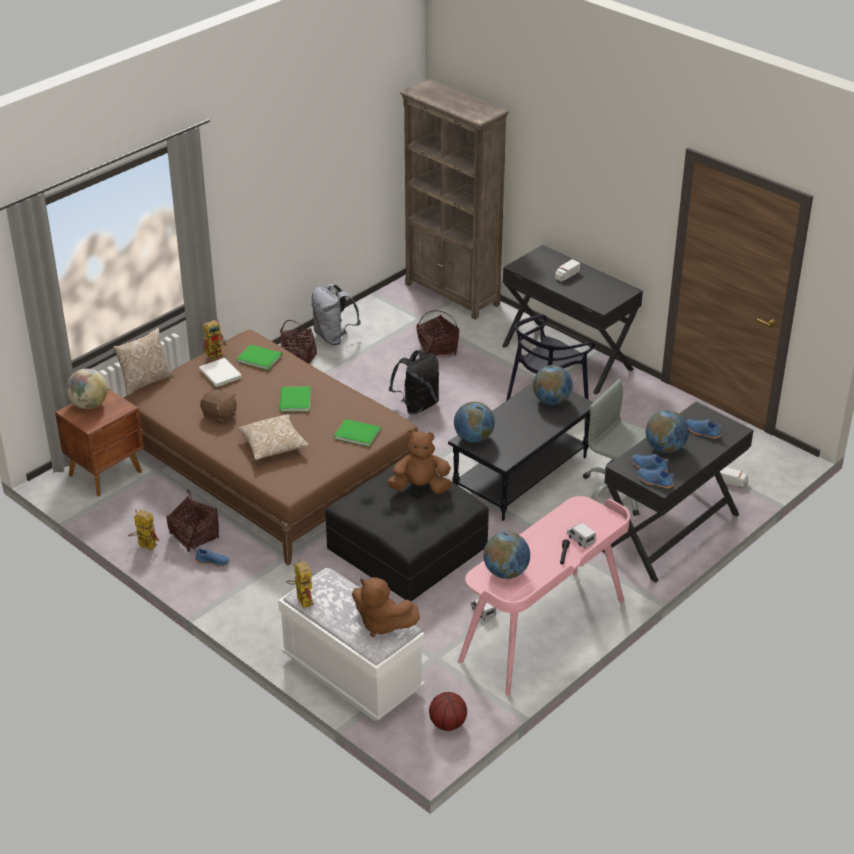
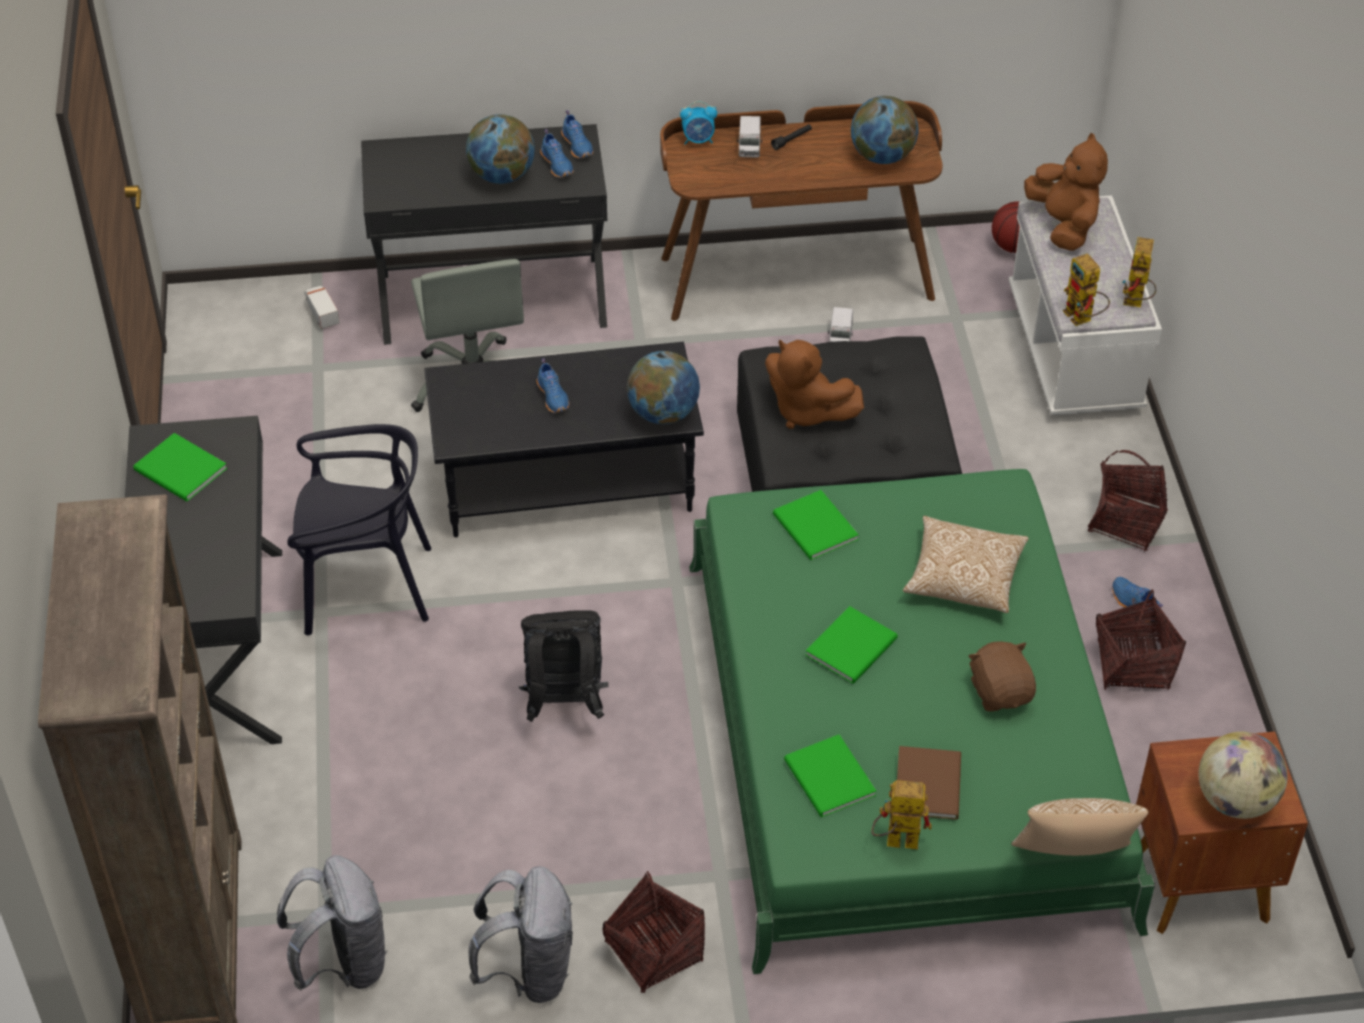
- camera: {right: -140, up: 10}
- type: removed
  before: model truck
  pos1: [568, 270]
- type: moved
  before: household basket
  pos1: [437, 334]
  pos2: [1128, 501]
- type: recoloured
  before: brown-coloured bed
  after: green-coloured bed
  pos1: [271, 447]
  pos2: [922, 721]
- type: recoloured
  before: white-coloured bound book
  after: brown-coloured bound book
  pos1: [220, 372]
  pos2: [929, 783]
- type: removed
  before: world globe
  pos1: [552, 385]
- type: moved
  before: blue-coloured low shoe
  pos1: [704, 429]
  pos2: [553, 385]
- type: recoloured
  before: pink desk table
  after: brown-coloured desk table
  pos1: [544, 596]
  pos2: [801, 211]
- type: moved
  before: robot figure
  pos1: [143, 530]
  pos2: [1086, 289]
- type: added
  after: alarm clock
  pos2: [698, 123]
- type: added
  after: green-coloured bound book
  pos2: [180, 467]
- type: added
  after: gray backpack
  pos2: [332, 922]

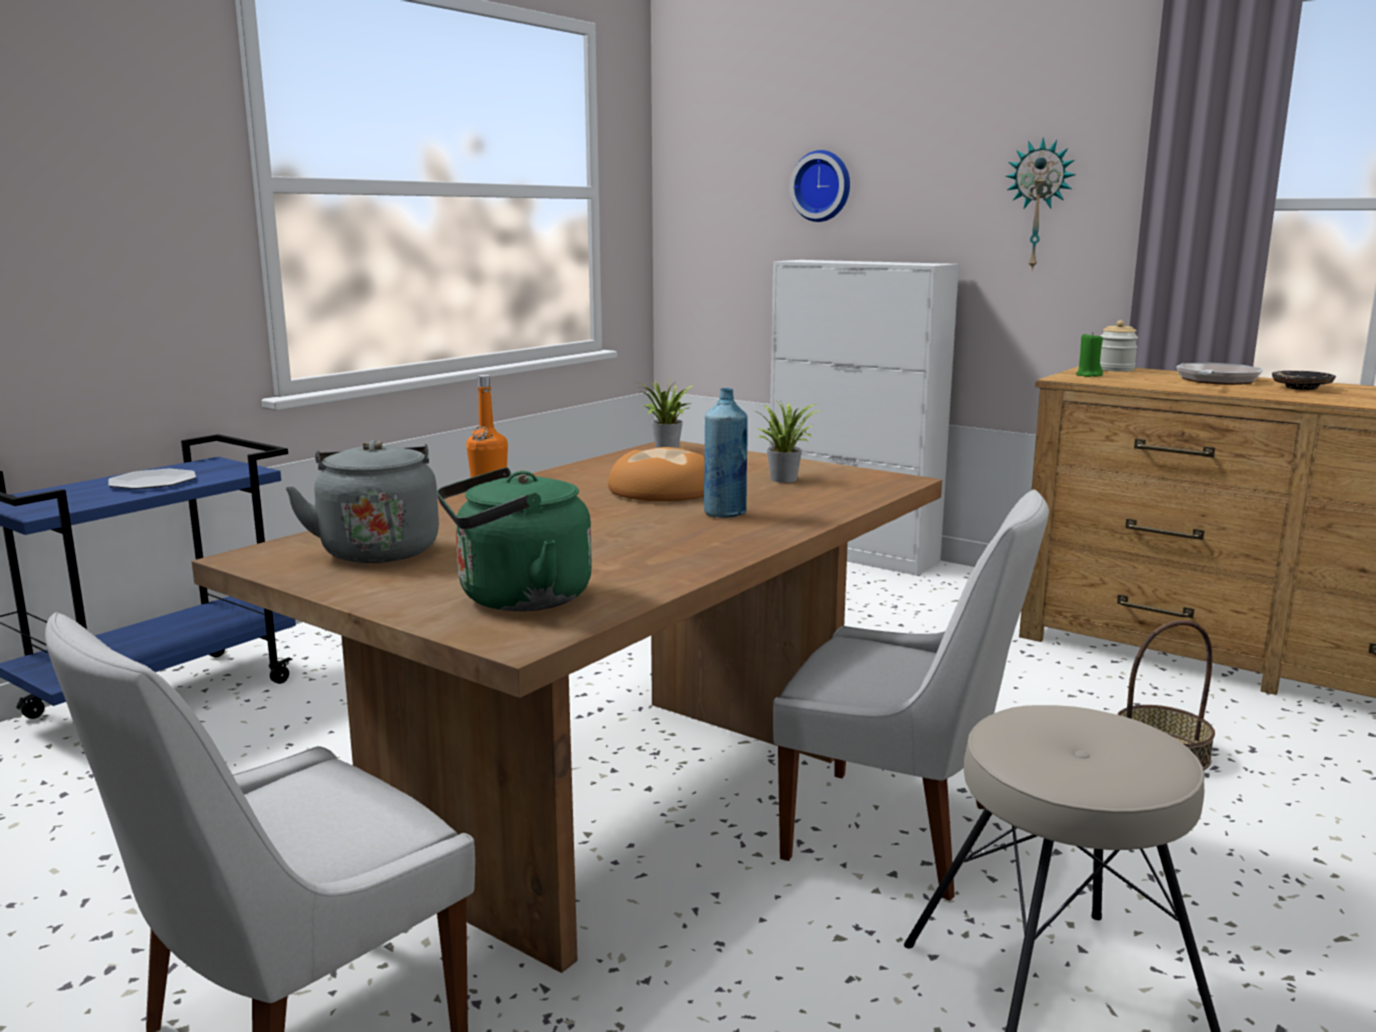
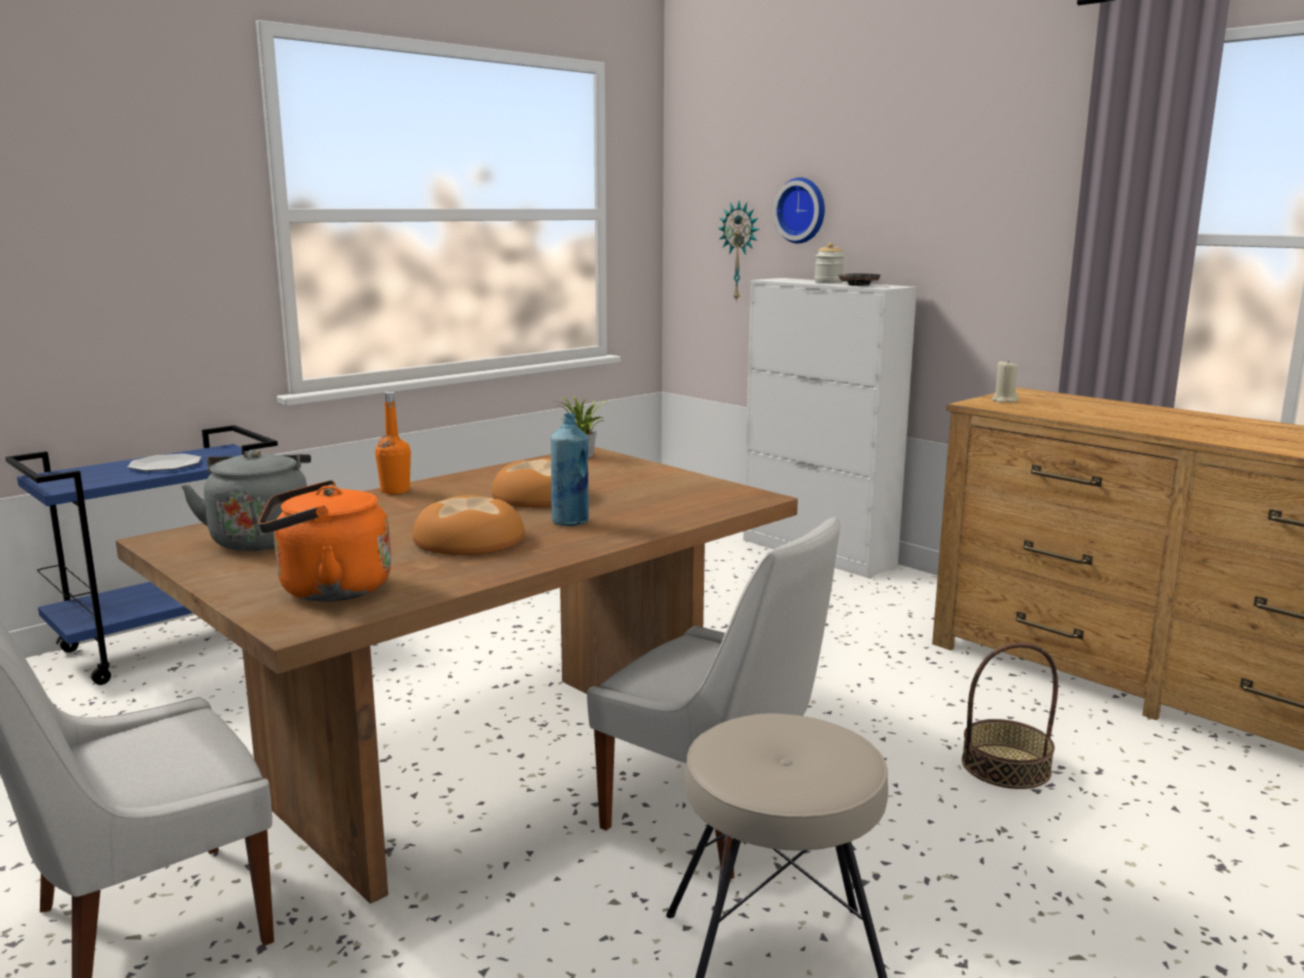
- camera: {right: 10, up: 0}
- type: moved
  before: clock on the wall
  pos1: [1040, 204]
  pos2: [738, 251]
- type: moved
  before: jar
  pos1: [1119, 346]
  pos2: [830, 262]
- type: recoloured
  before: green-coloured wax candle
  after: sand-coloured wax candle
  pos1: [1089, 354]
  pos2: [1005, 381]
- type: removed
  before: pan
  pos1: [1220, 373]
- type: moved
  before: blackish dinner plate
  pos1: [1304, 380]
  pos2: [859, 280]
- type: removed
  before: plant in a pot
  pos1: [785, 441]
- type: recoloured
  before: green-coloured water kettle
  after: orangey water kettle
  pos1: [514, 539]
  pos2: [324, 541]
- type: added
  after: bakery bread
  pos2: [469, 525]

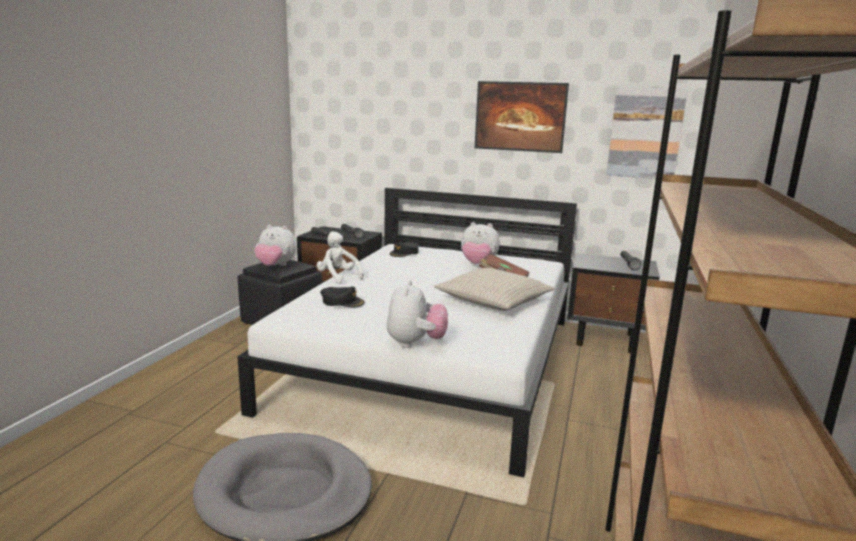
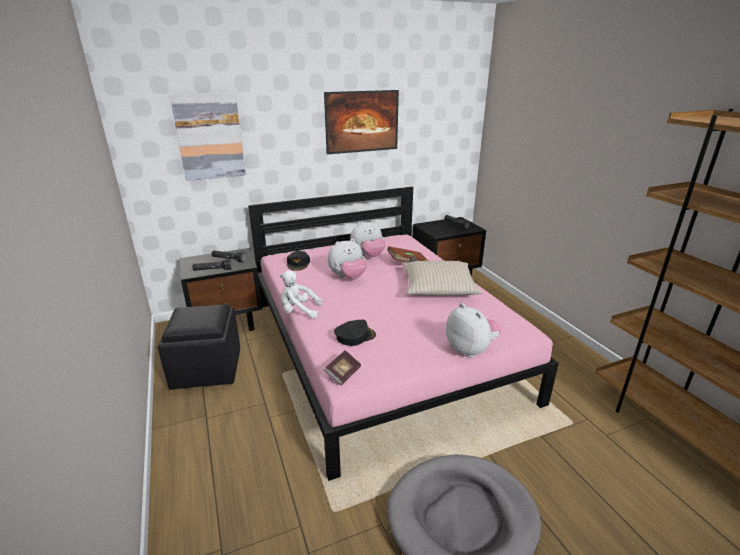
- camera: {right: -40, up: 10}
- type: moved
  before: wall art
  pos1: [647, 133]
  pos2: [208, 137]
- type: recoloured
  before: white-coloured bed
  after: pink bed
  pos1: [407, 332]
  pos2: [403, 334]
- type: moved
  before: plush toy
  pos1: [275, 245]
  pos2: [347, 259]
- type: added
  after: bound book
  pos2: [342, 367]

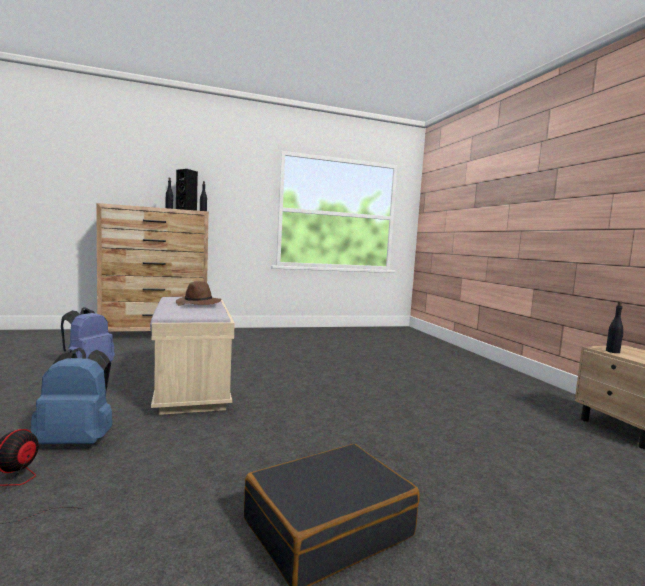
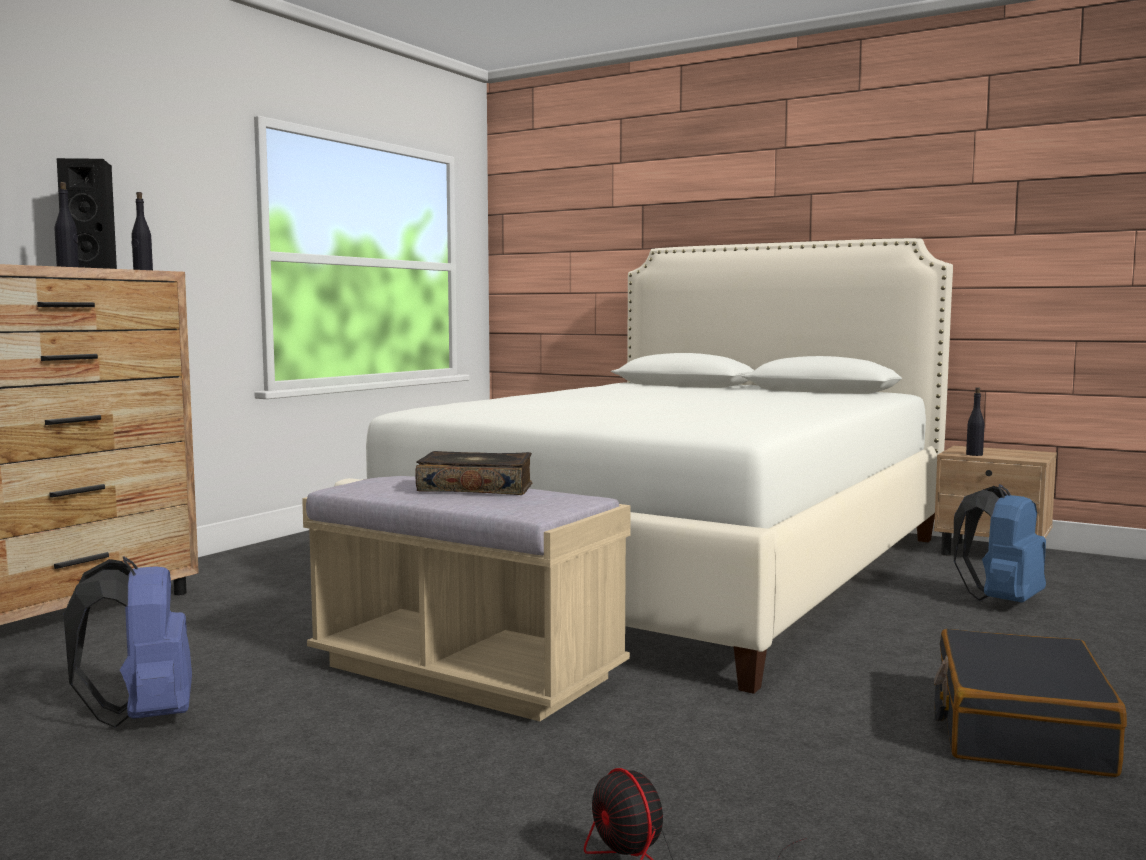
- camera: {right: -40, up: 0}
- type: replaced
  before: brown-coloured clothing hat
  after: bound book
  pos1: [198, 293]
  pos2: [473, 473]
- type: moved
  before: blue-coloured backpack
  pos1: [71, 396]
  pos2: [1000, 543]
- type: added
  after: white-coloured bed
  pos2: [643, 466]

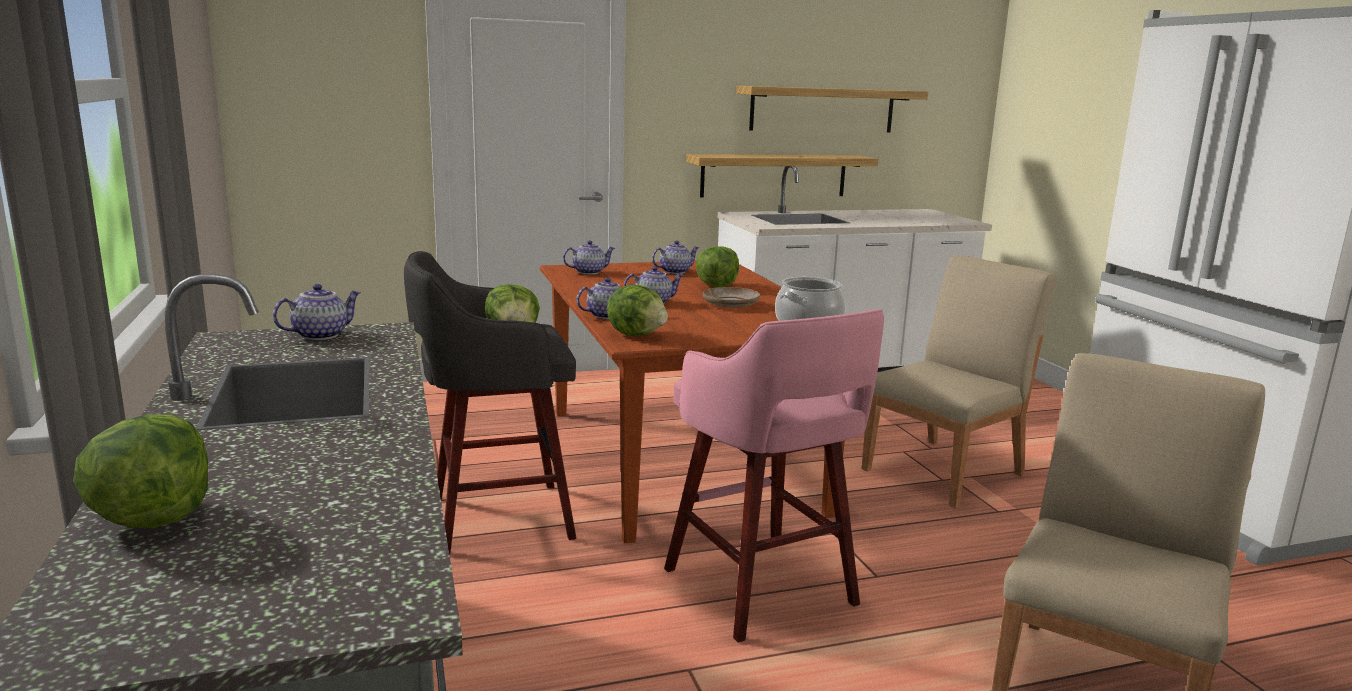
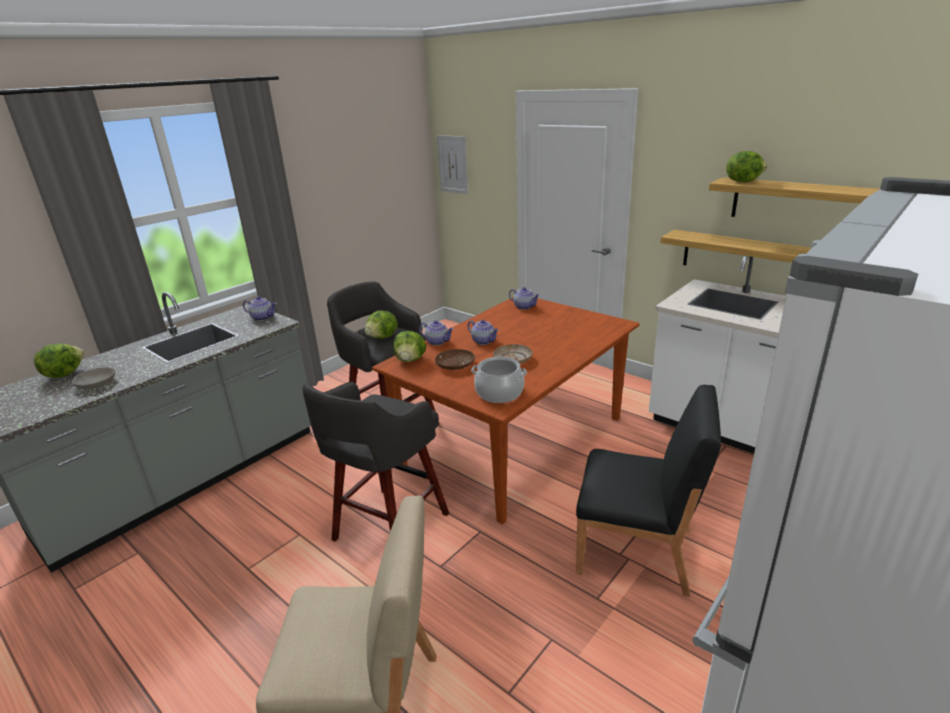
- camera: {right: 60, up: 10}
- type: removed
  before: pot for tea
  pos1: [675, 257]
- type: moved
  before: lettuce head
  pos1: [717, 266]
  pos2: [746, 166]
- type: recoloured
  before: sand-coloured chair
  after: blackish chair
  pos1: [959, 382]
  pos2: [648, 491]
- type: recoloured
  before: pink stool
  after: gray stool
  pos1: [774, 475]
  pos2: [376, 461]
- type: added
  after: wall art
  pos2: [452, 164]
- type: added
  after: brown-coloured dinner plate
  pos2: [455, 359]
- type: added
  after: gray serving bowl
  pos2: [93, 378]

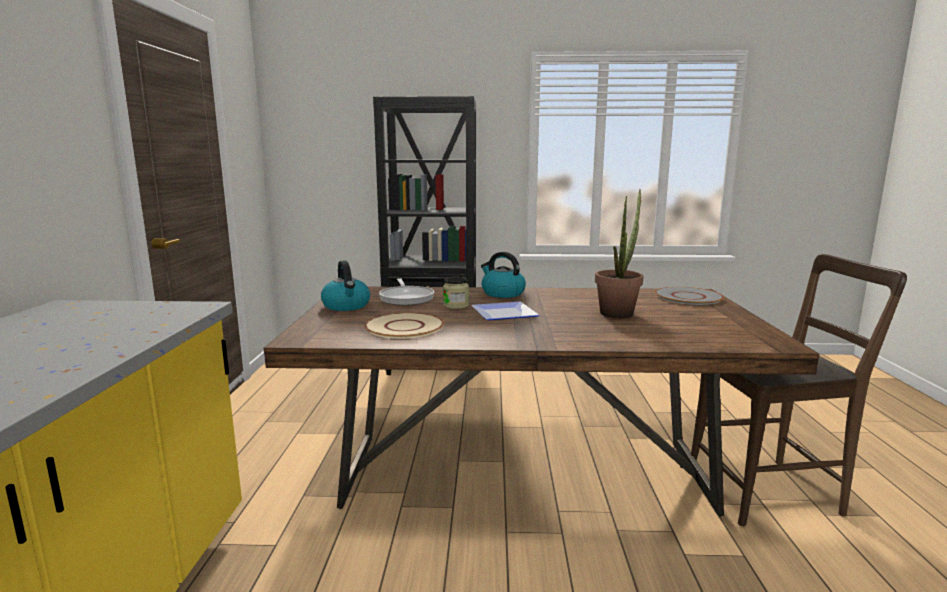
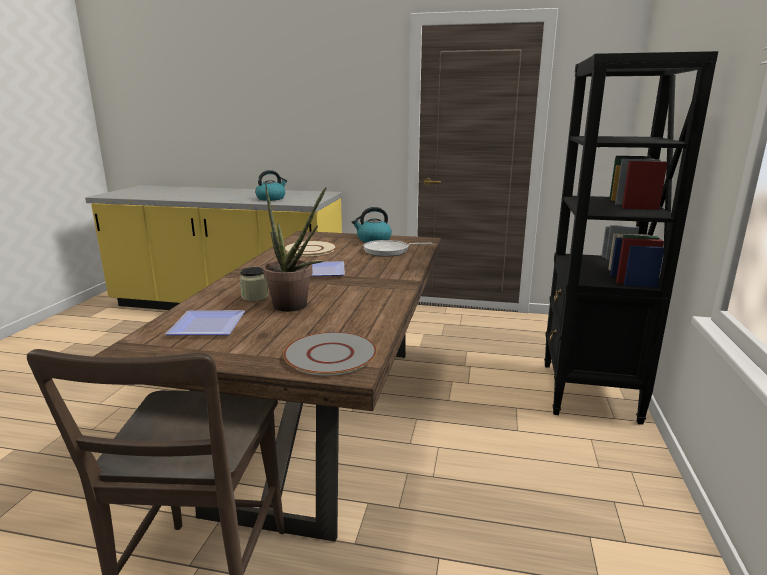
- camera: {right: 100, up: 5}
- type: moved
  before: water kettle
  pos1: [503, 275]
  pos2: [271, 185]
- type: moved
  before: jar
  pos1: [456, 293]
  pos2: [254, 284]
- type: added
  after: dinner plate
  pos2: [205, 322]

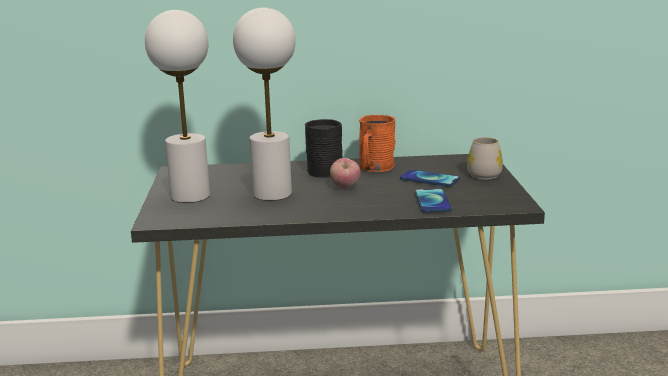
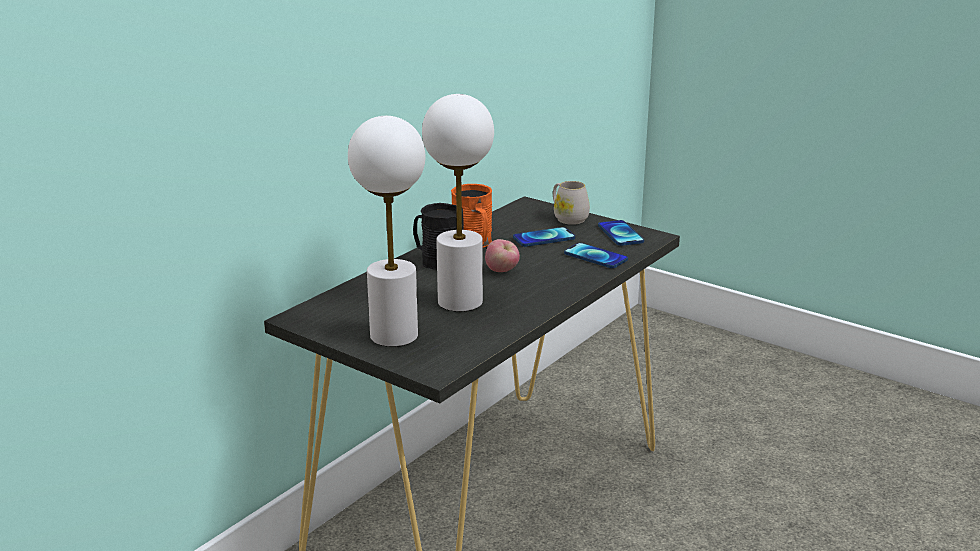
- camera: {right: -50, up: 5}
- type: added
  after: telephone
  pos2: [621, 233]

